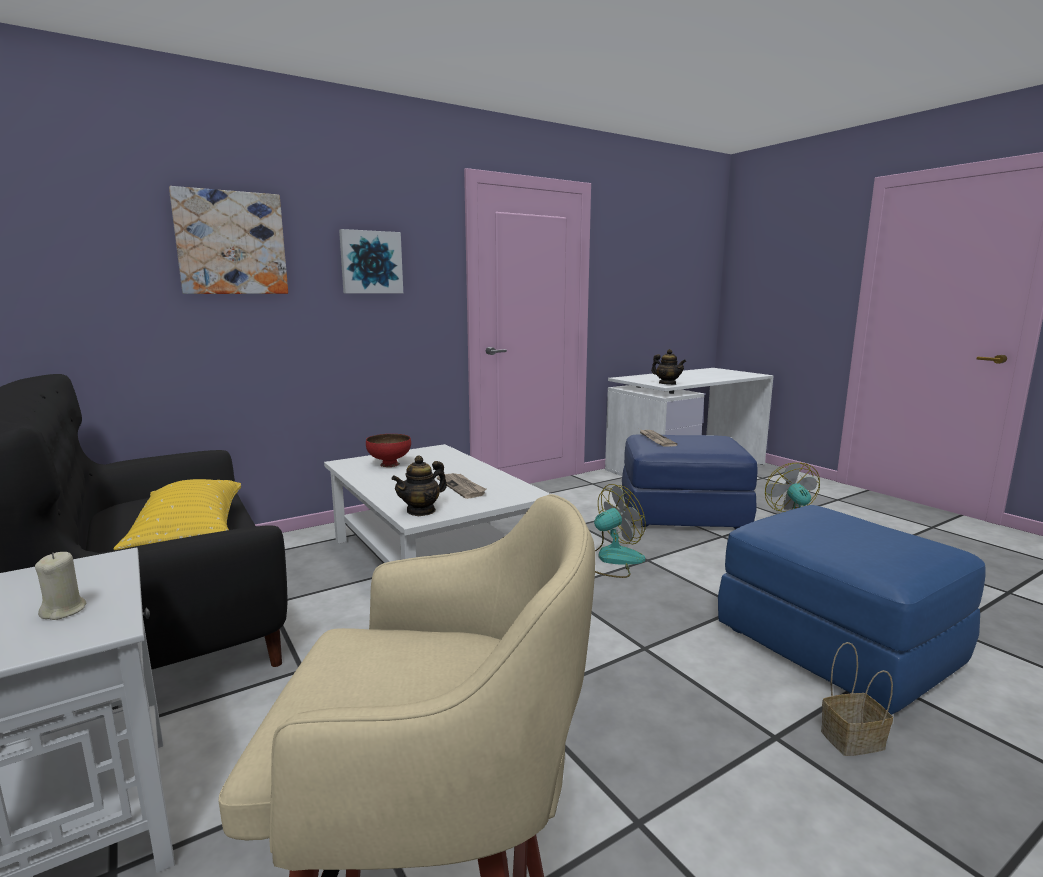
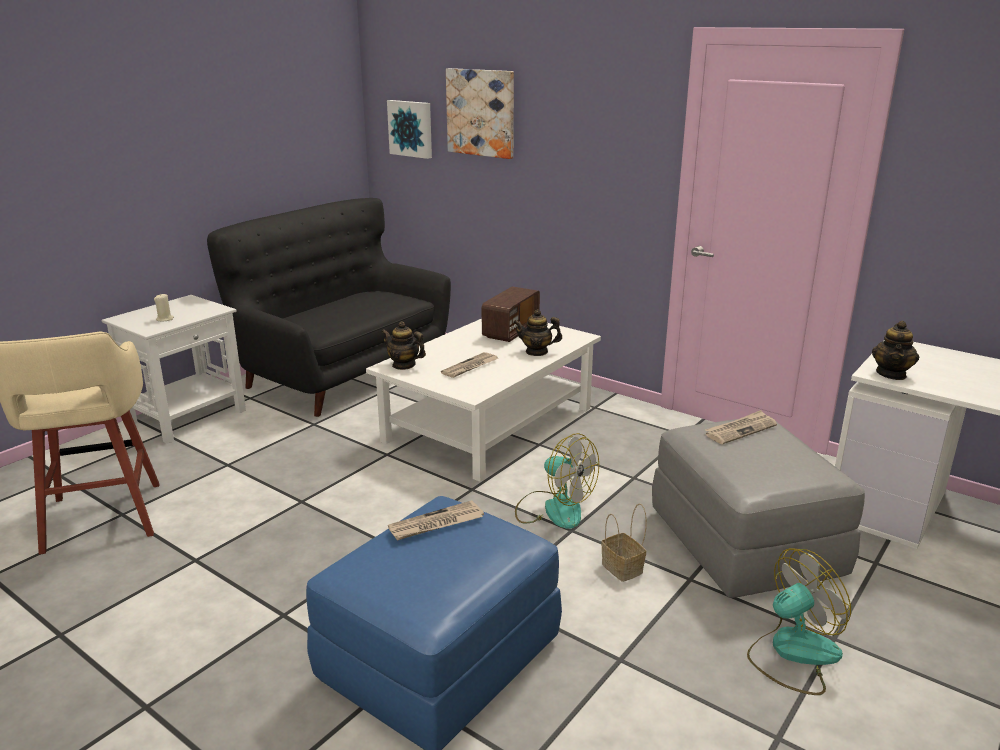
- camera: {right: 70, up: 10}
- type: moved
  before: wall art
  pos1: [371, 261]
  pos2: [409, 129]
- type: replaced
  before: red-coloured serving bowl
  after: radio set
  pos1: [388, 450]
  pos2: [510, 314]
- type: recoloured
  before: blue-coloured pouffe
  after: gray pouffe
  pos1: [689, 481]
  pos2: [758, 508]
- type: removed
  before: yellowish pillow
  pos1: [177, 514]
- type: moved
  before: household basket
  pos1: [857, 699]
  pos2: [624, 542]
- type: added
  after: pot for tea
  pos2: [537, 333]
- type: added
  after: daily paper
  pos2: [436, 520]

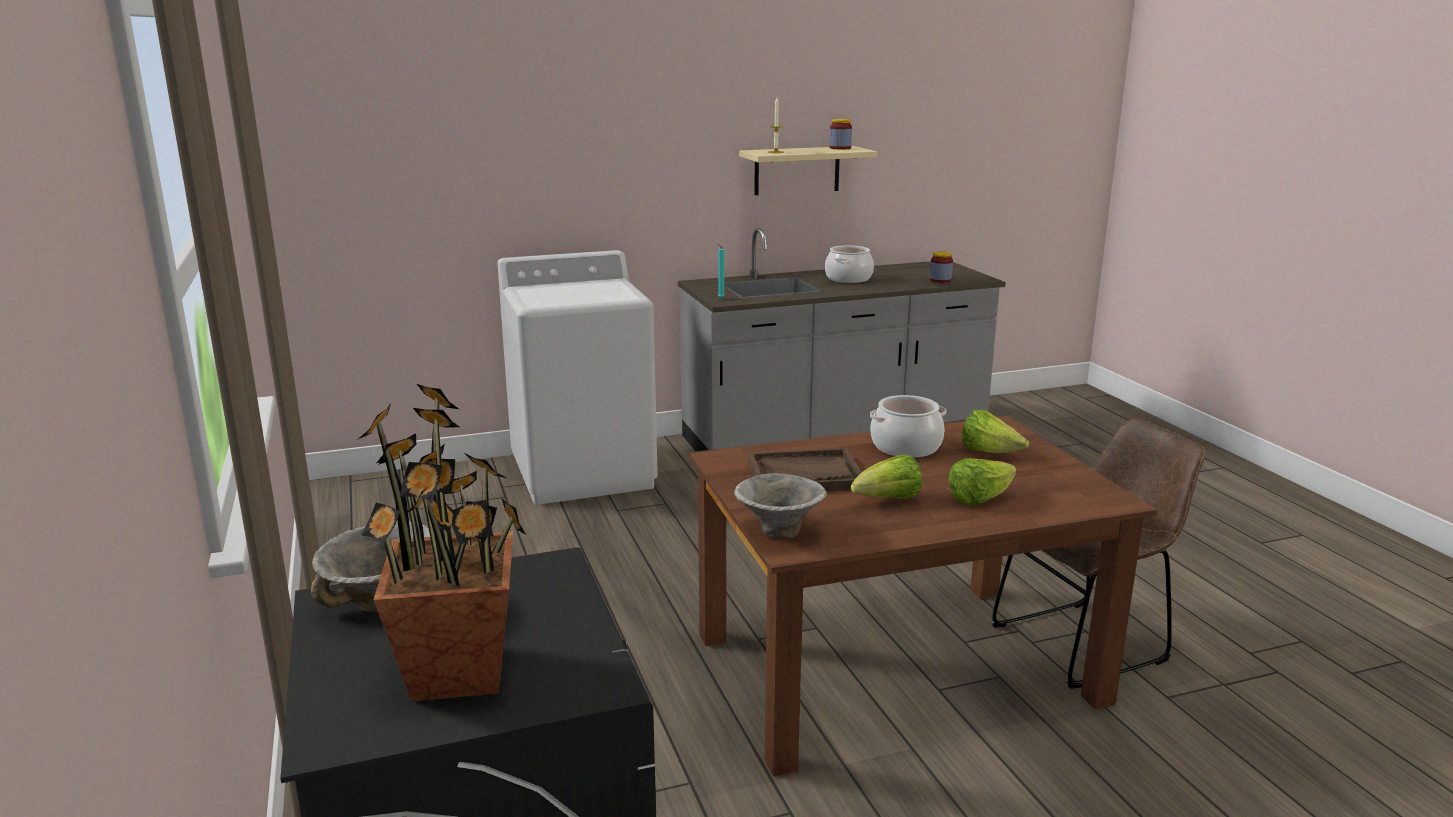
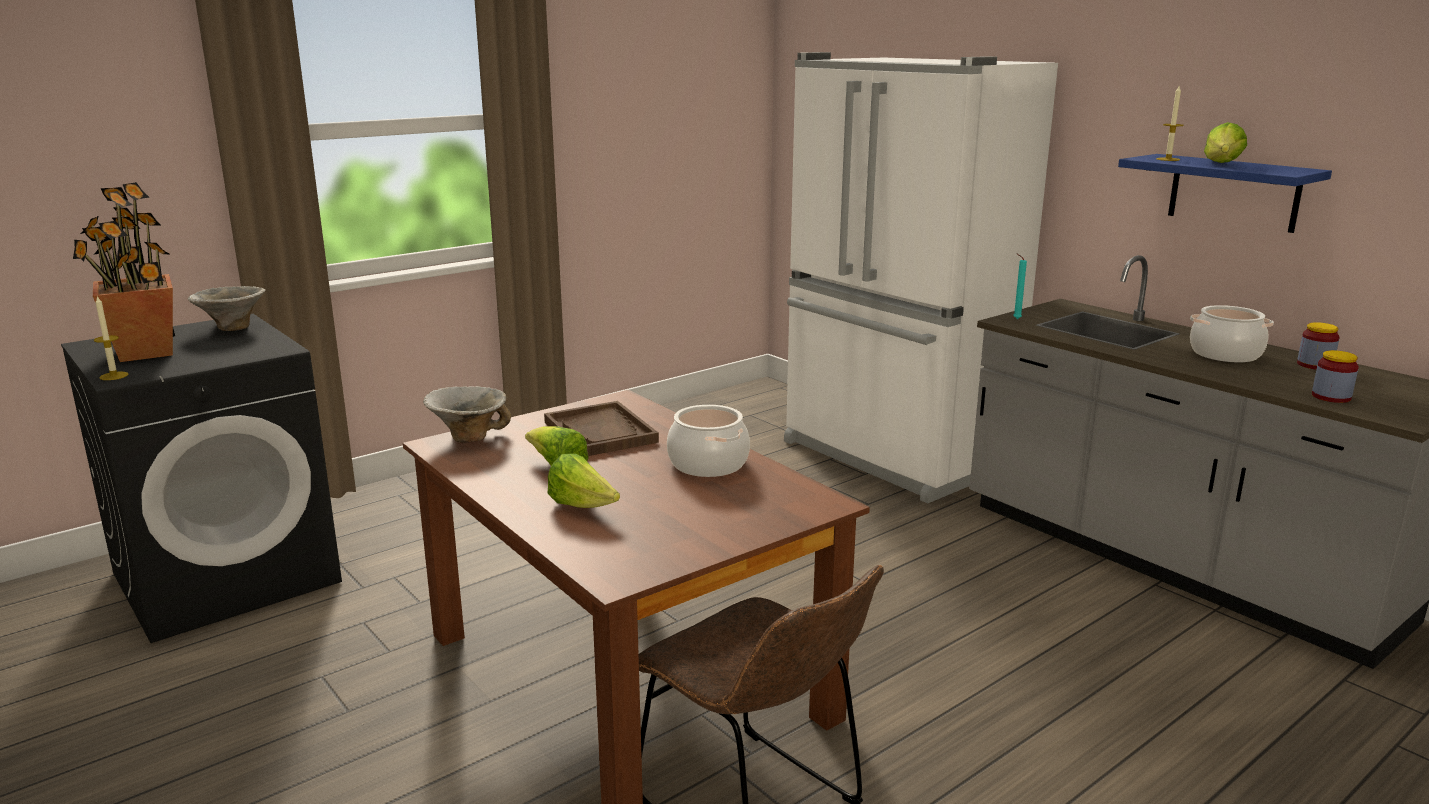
- camera: {right: 70, up: 0}
- type: moved
  before: jar
  pos1: [841, 134]
  pos2: [1318, 346]
- type: recoloured
  before: sand-coloured bracket shelf
  after: blue-coloured bracket shelf
  pos1: [808, 170]
  pos2: [1225, 193]
- type: replaced
  before: white-coloured laundry machine
  after: white-coloured refrigerator
  pos1: [577, 377]
  pos2: [921, 277]
- type: moved
  before: lettuce head
  pos1: [995, 431]
  pos2: [1225, 142]
- type: added
  after: wax candle
  pos2: [111, 338]

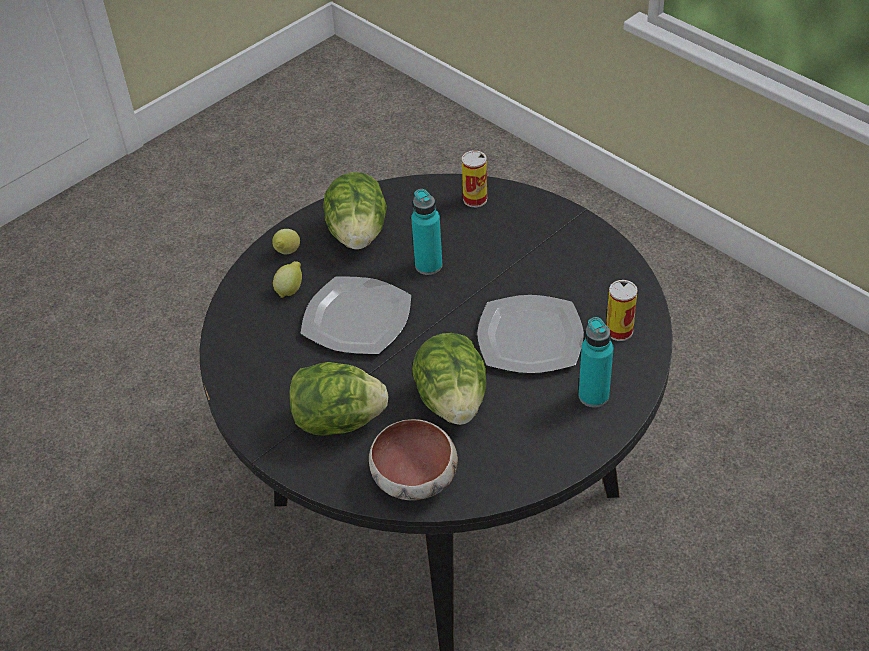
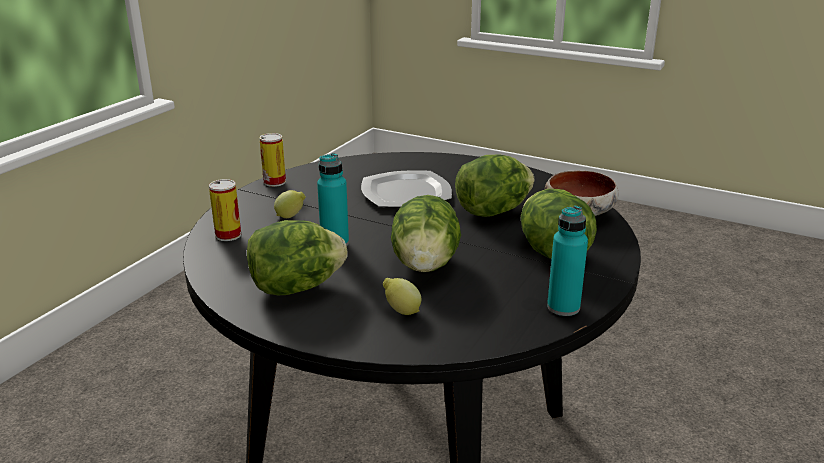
- camera: {right: -110, up: -20}
- type: moved
  before: citrus fruit
  pos1: [286, 241]
  pos2: [290, 204]
- type: replaced
  before: dinner plate
  after: lettuce head
  pos1: [355, 315]
  pos2: [426, 233]
- type: moved
  before: metal can
  pos1: [621, 310]
  pos2: [272, 160]
- type: moved
  before: turquoise bottle
  pos1: [596, 362]
  pos2: [567, 261]

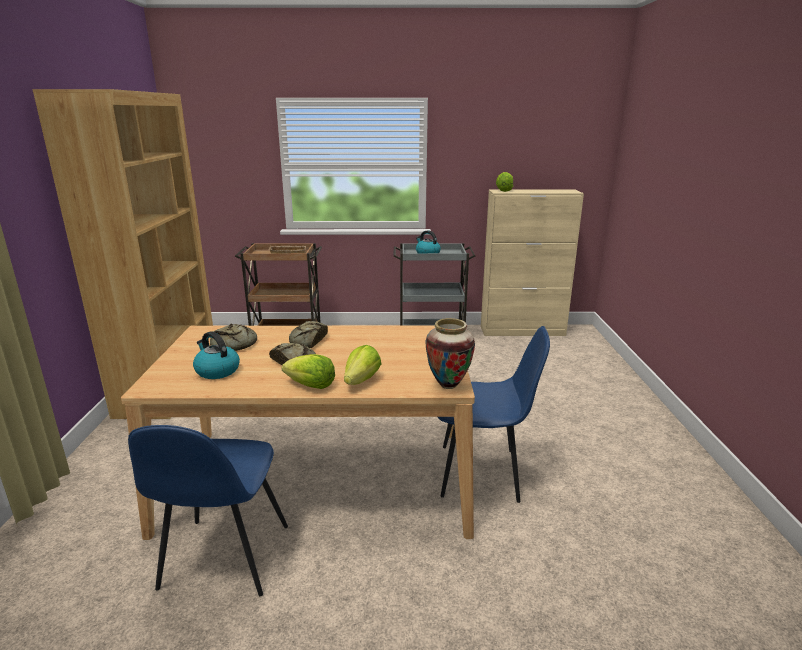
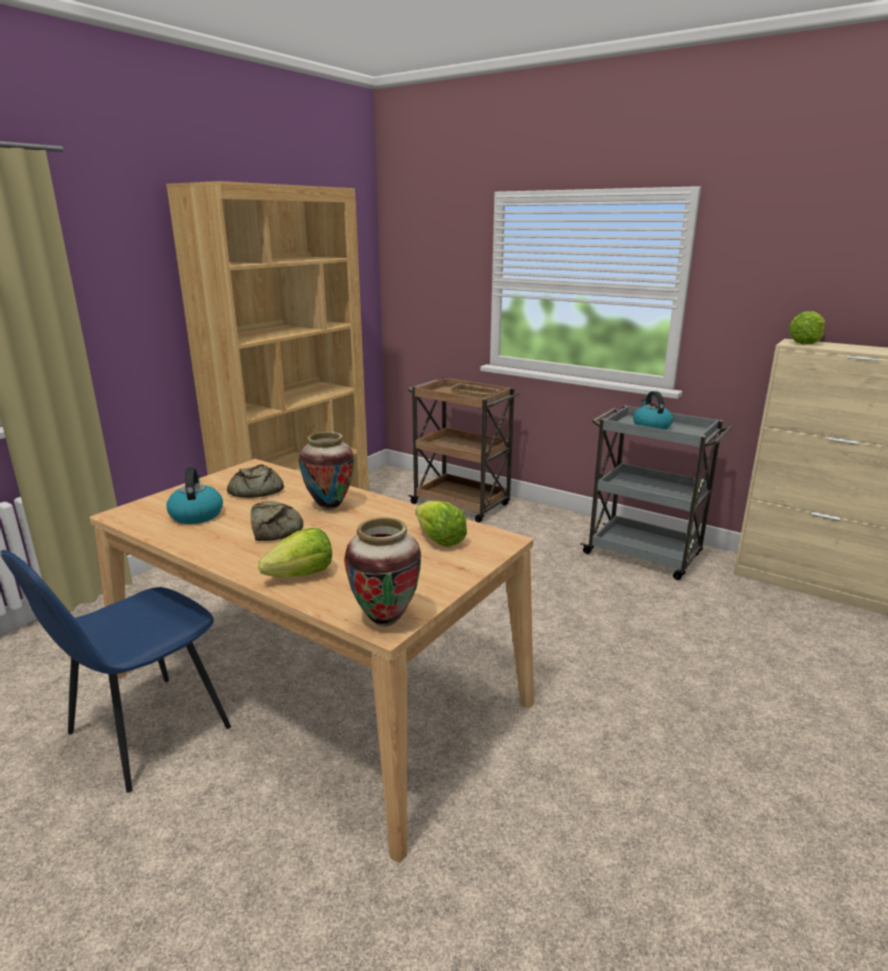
- camera: {right: 35, up: 0}
- type: replaced
  before: bakery bread
  after: vase
  pos1: [308, 334]
  pos2: [326, 471]
- type: removed
  before: blue-coloured chair
  pos1: [494, 414]
- type: moved
  before: lettuce head
  pos1: [308, 371]
  pos2: [441, 524]

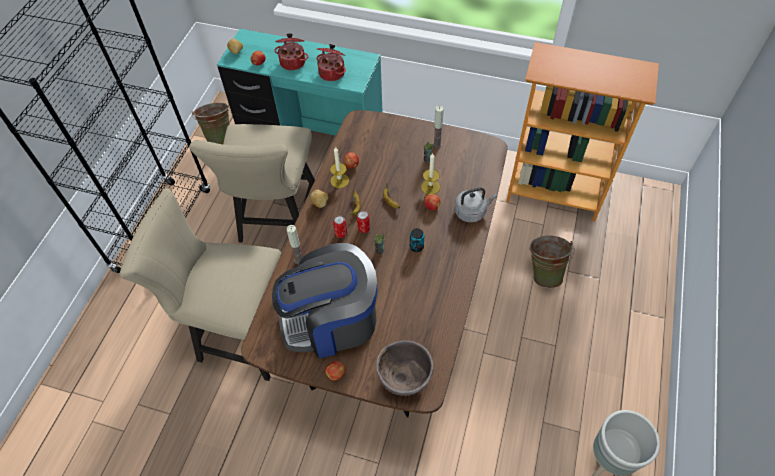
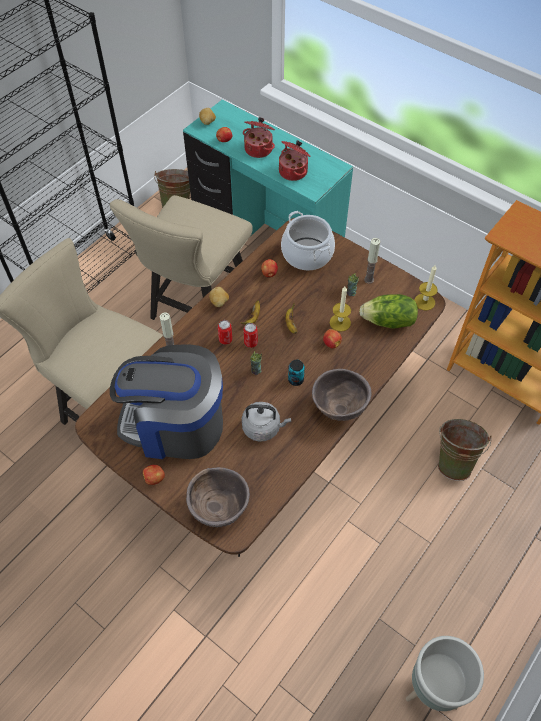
- camera: {right: 20, up: 0}
- type: moved
  before: wax candle
  pos1: [339, 167]
  pos2: [426, 288]
- type: moved
  before: gray water kettle
  pos1: [475, 205]
  pos2: [266, 422]
- type: added
  after: cooking pot
  pos2: [308, 240]
- type: added
  after: lettuce head
  pos2: [388, 311]
- type: added
  after: brown-coloured serving bowl
  pos2: [341, 395]

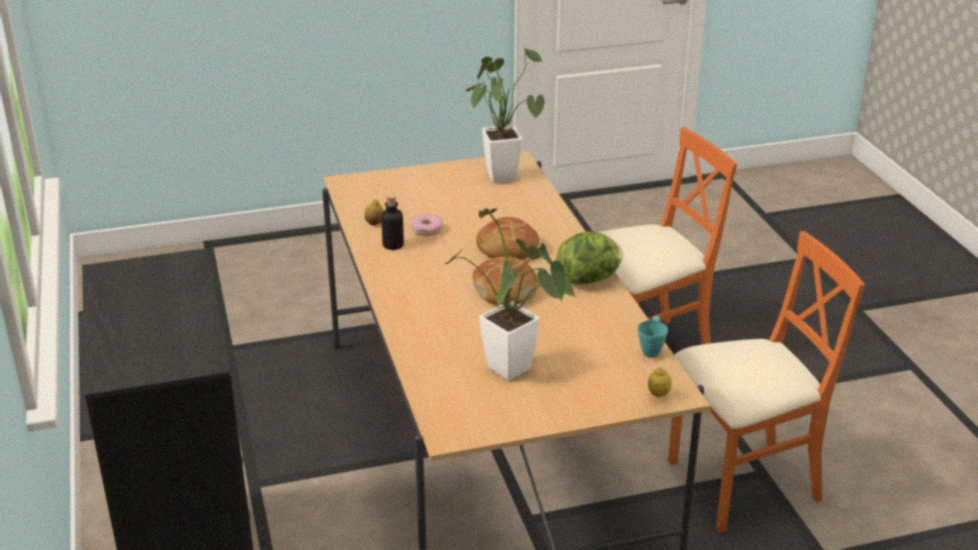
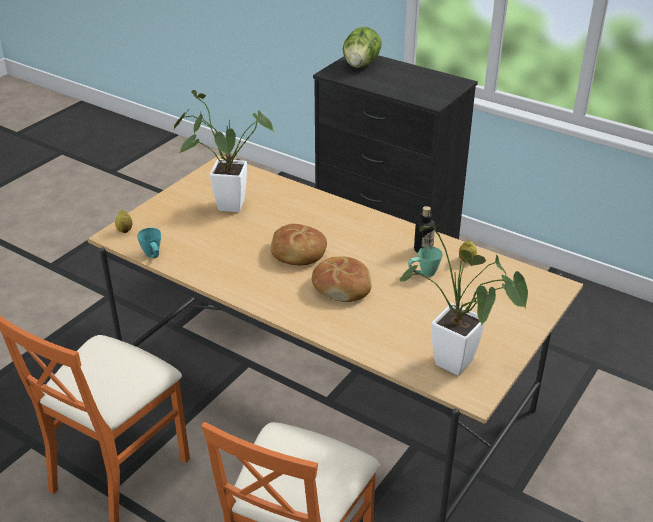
- camera: {right: 140, up: 5}
- type: replaced
  before: doughnut
  after: green-coloured mug
  pos1: [427, 225]
  pos2: [425, 261]
- type: moved
  before: lettuce head
  pos1: [589, 258]
  pos2: [362, 47]

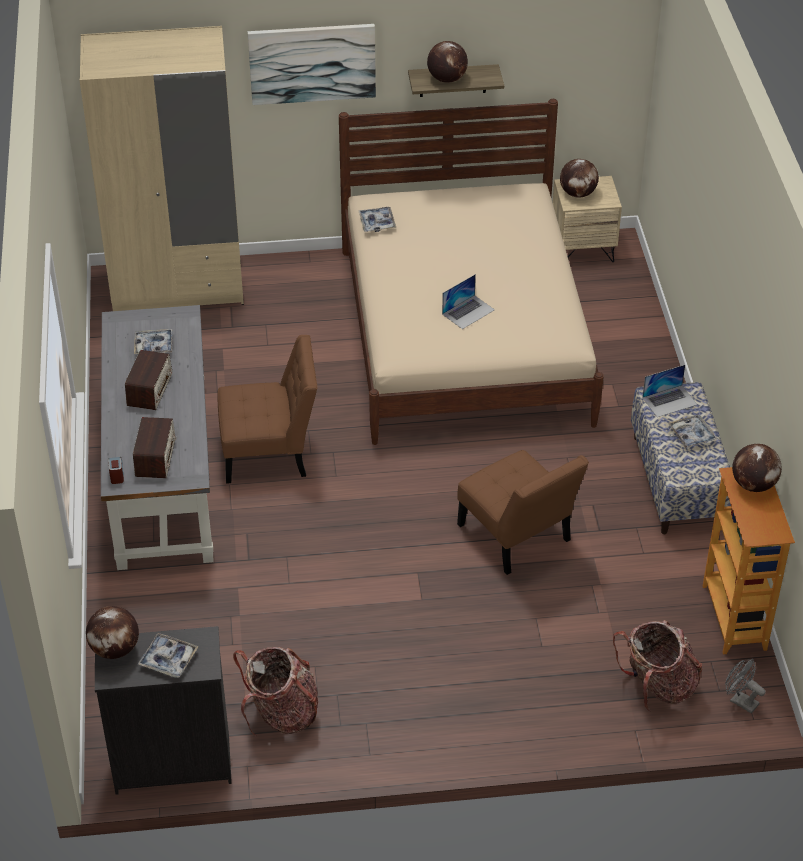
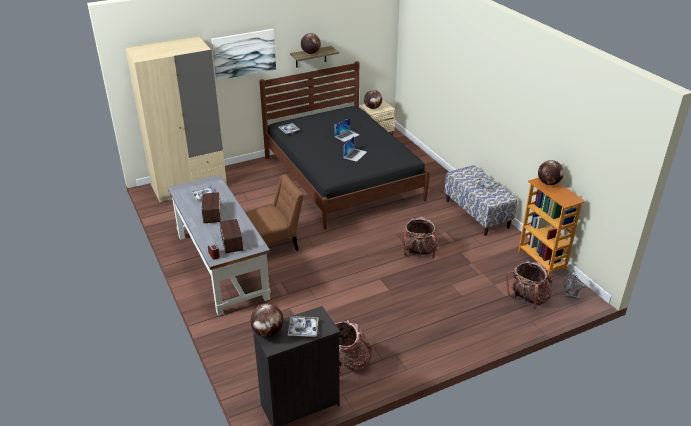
- camera: {right: -20, up: -10}
- type: recoloured
  before: sand-coloured bed
  after: blackish bed
  pos1: [471, 272]
  pos2: [344, 145]
- type: moved
  before: notebook computer
  pos1: [669, 391]
  pos2: [346, 130]
- type: replaced
  before: brown-coloured chair
  after: backpack
  pos1: [523, 512]
  pos2: [420, 237]

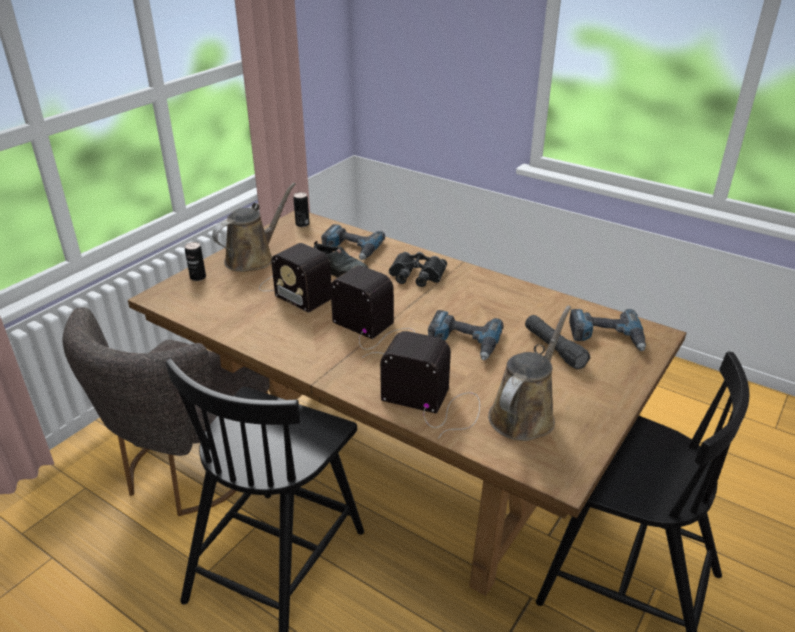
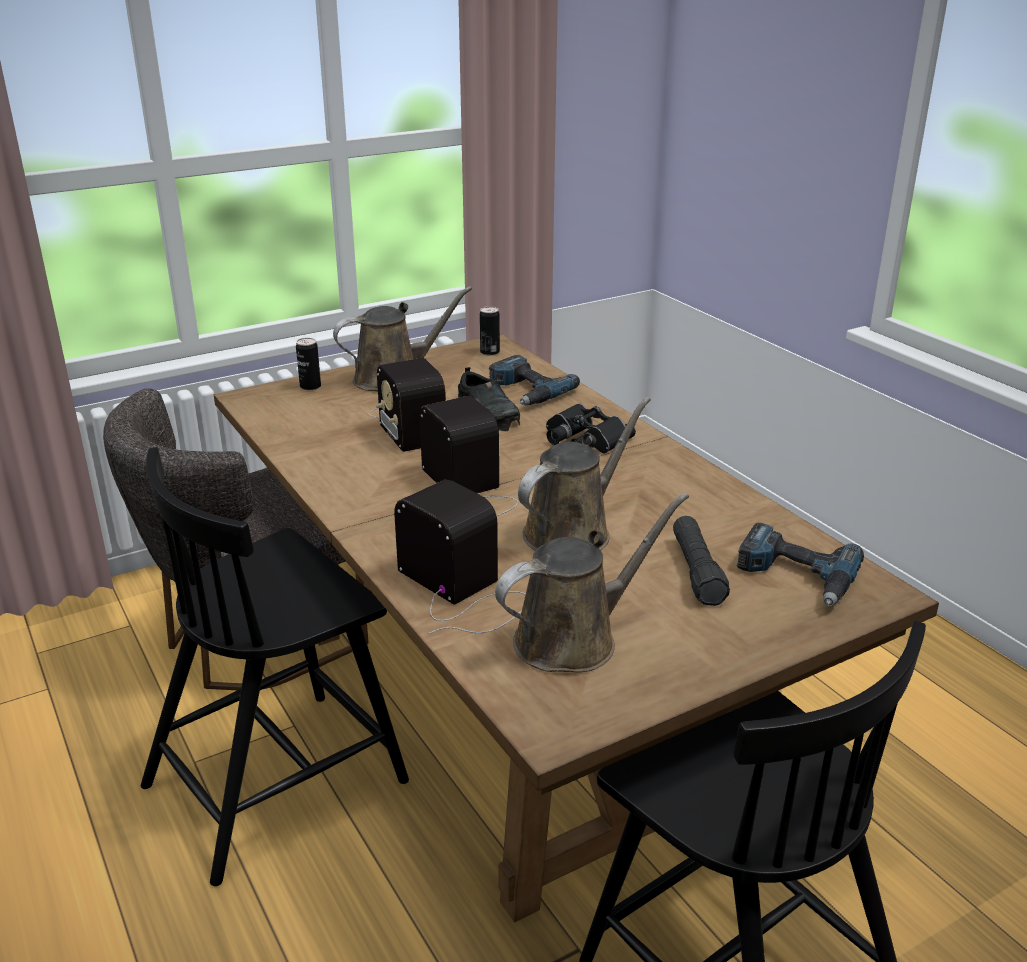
- camera: {right: 25, up: -5}
- type: replaced
  before: electric drill
  after: brown-coloured watering can
  pos1: [466, 335]
  pos2: [584, 474]

